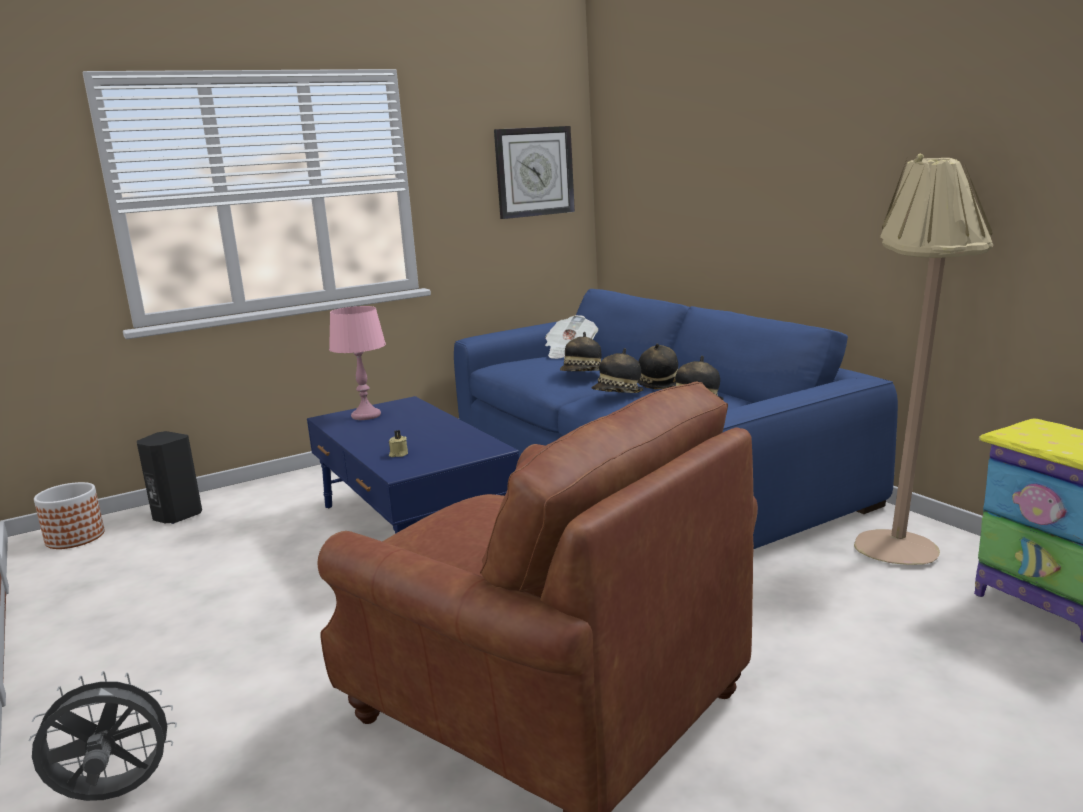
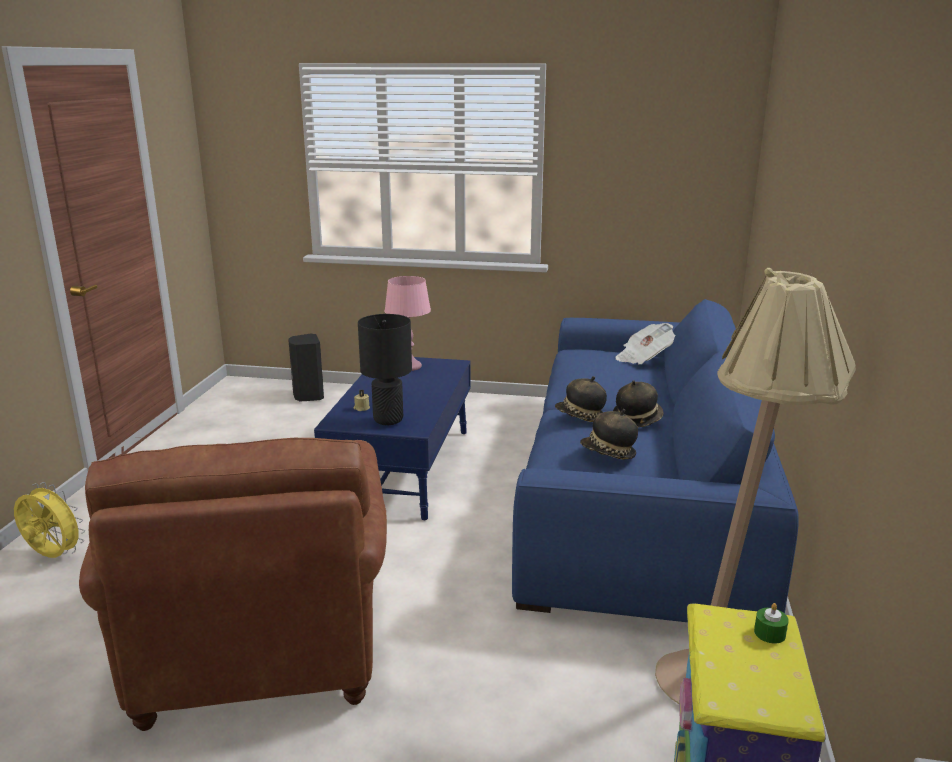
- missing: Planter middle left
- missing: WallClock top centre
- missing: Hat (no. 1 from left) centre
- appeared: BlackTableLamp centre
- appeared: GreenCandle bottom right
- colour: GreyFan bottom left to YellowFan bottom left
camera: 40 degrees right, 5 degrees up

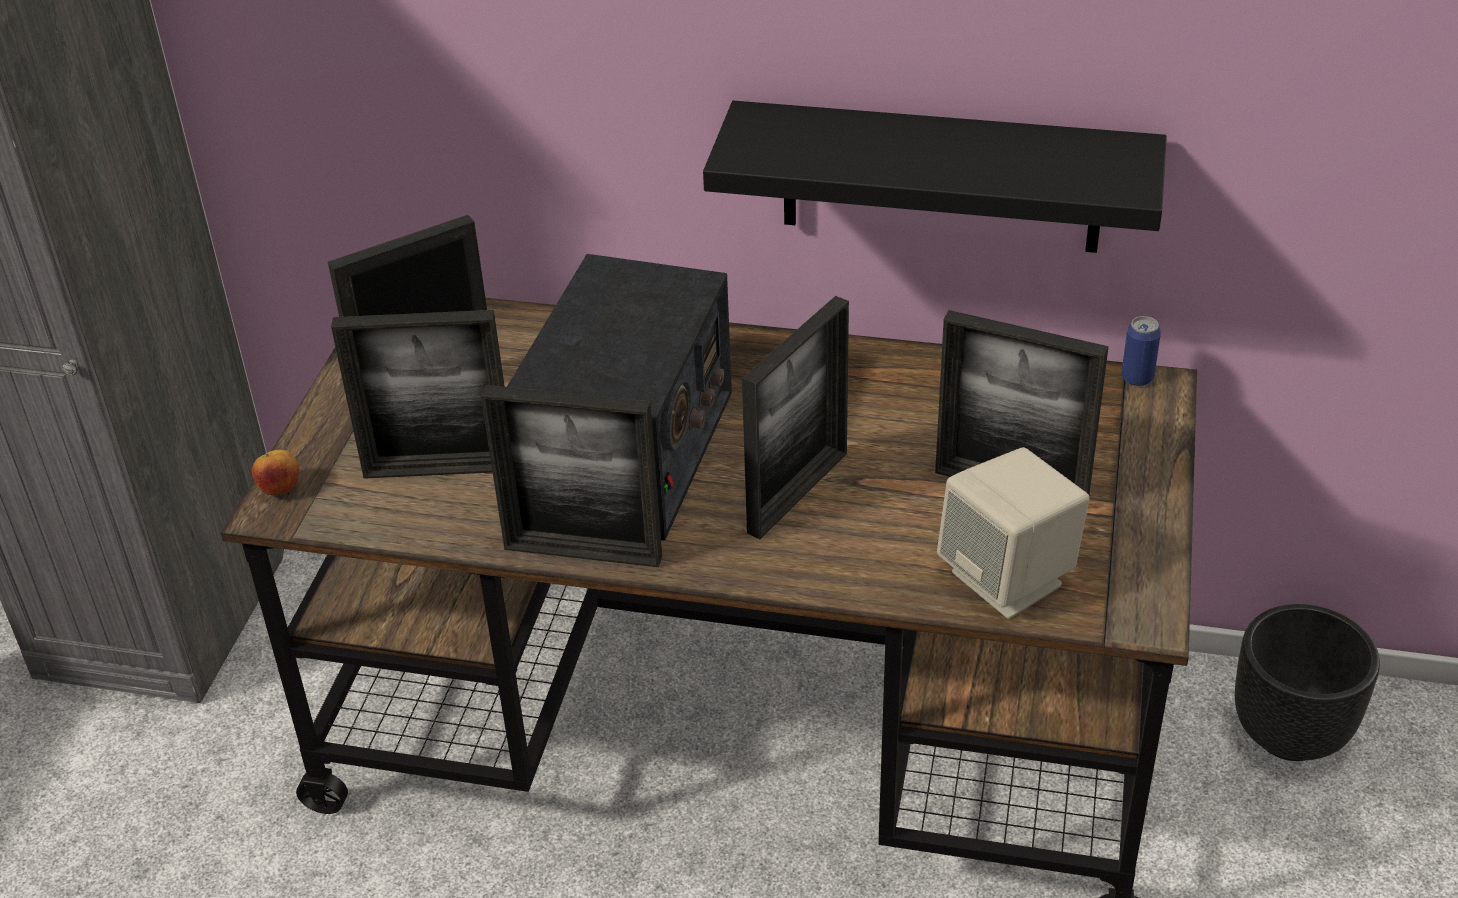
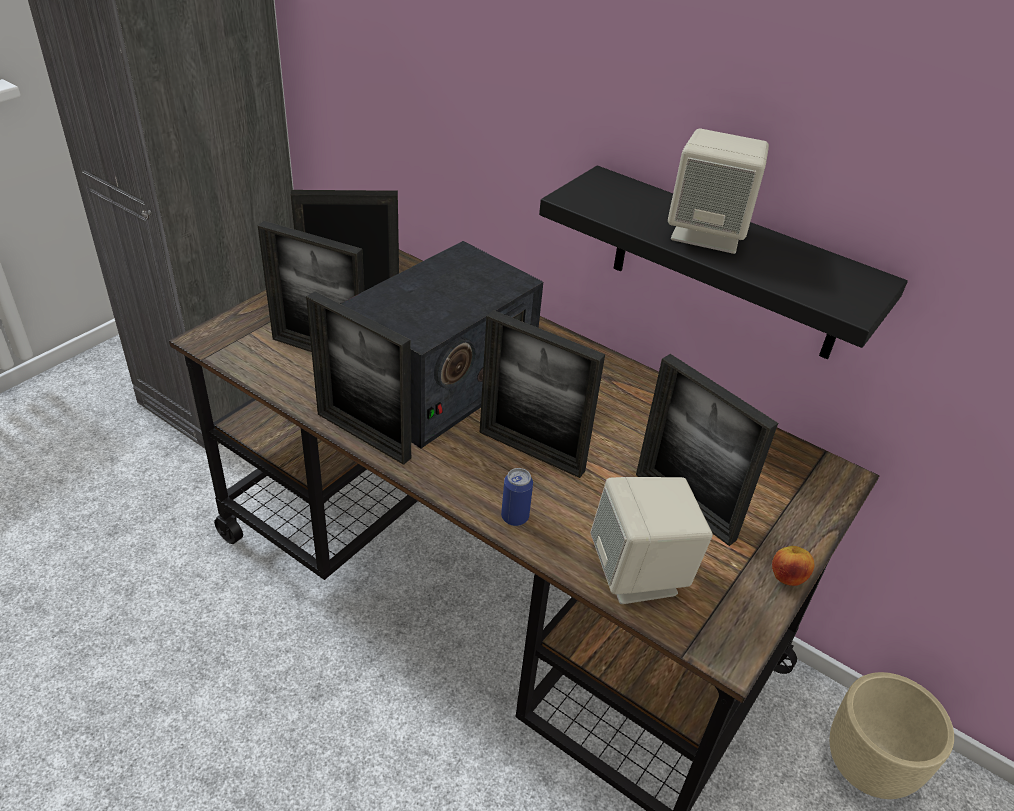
- appeared: BeigeSpeaker (no. 2 from left) top right
- relocated: Apple middle left to bottom right
- relocated: Can middle right to centre
- colour: BlackPlanter bottom right to BeigePlanter bottom right
- spun: PictureFrame (no. 4 from left) centre = centre 60 degrees clockwise
camera: 20 degrees right, 0 degrees up

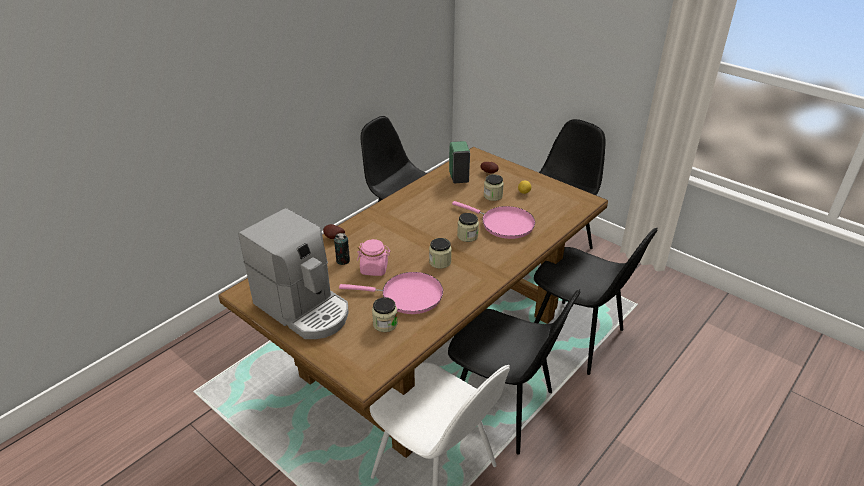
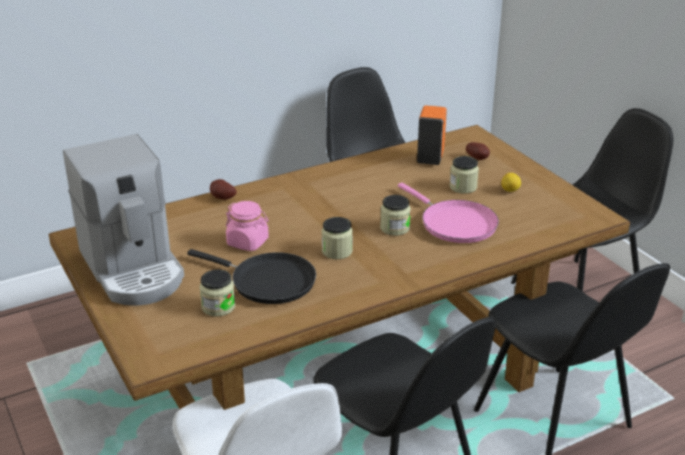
- missing: Can centre
- colour: PinkFryingPan (no. 1 from left) centre to BlackFryingPan centre
- colour: GreenSoapDispenser centre to OrangeSoapDispenser top centre
camera: 20 degrees right, 5 degrees down

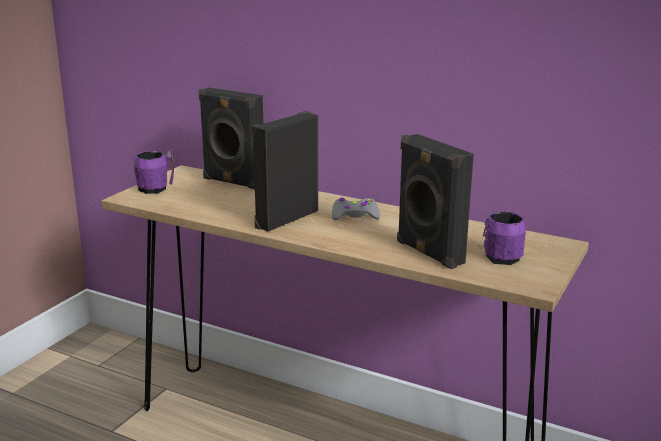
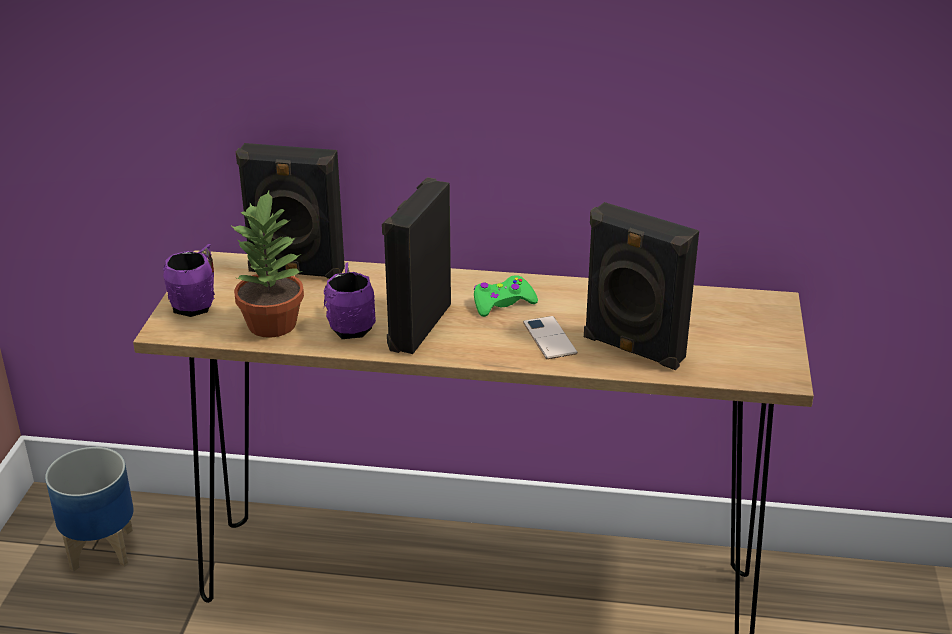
- appeared: Planter bottom left
- appeared: PottedPlant middle left
- appeared: Phone centre
- relocated: PurpleMug (no. 2 from left) middle right to centre
- colour: GreyGameController centre to GreenGameController centre
camera: 20 degrees left, 10 degrees up

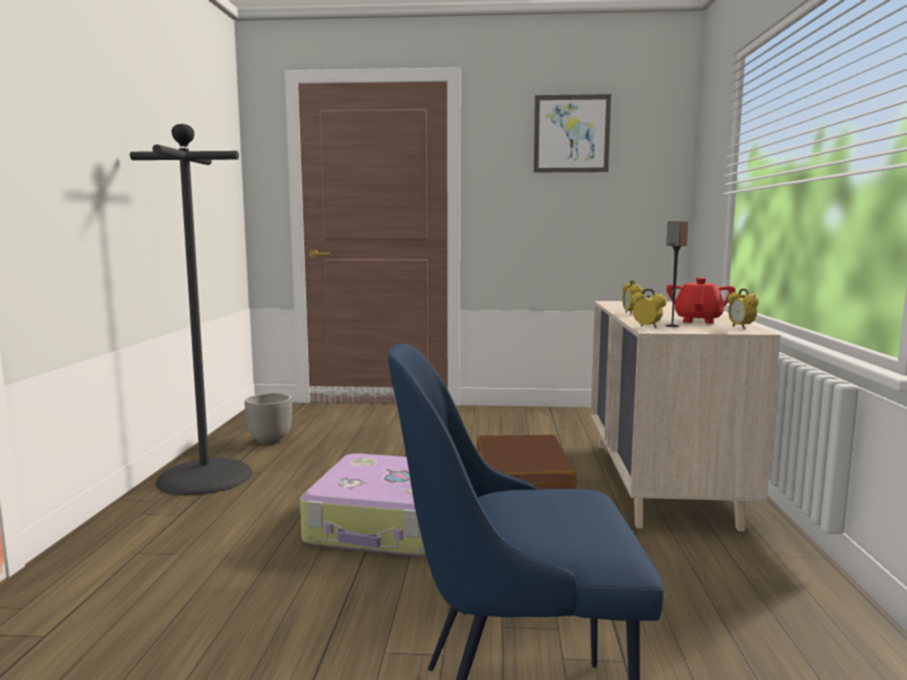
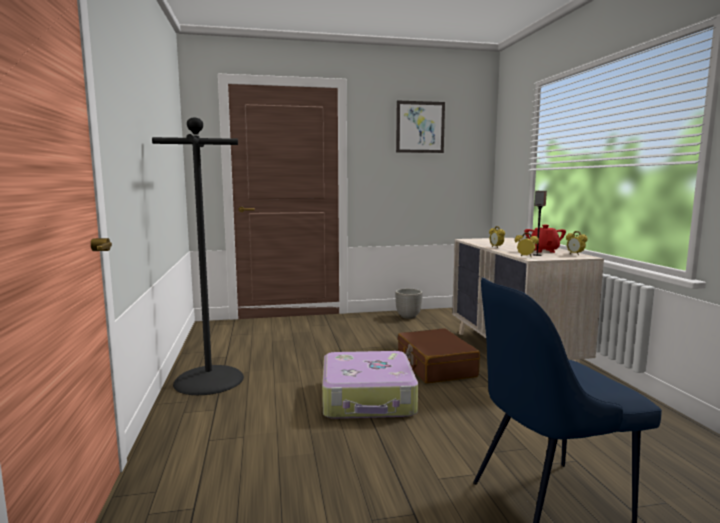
- relocated: Planter middle left to centre
camera: 15 degrees left, 0 degrees up

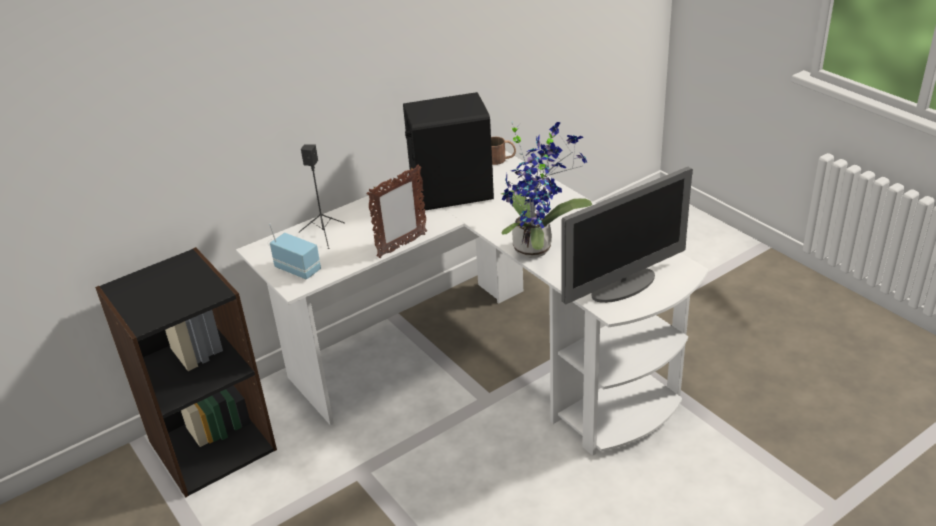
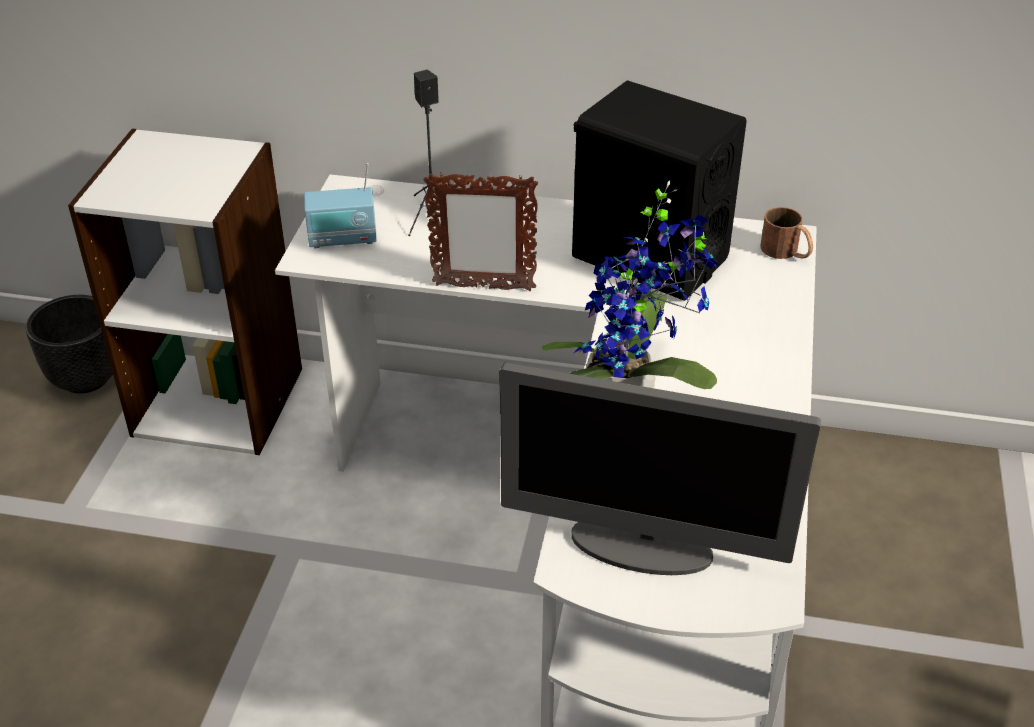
- appeared: BlackPlanter middle left
- colour: BlackBookcase bottom left to WhiteBookcase middle left
- spun: Radio middle left = top left 90 degrees clockwise
camera: 45 degrees right, 5 degrees up

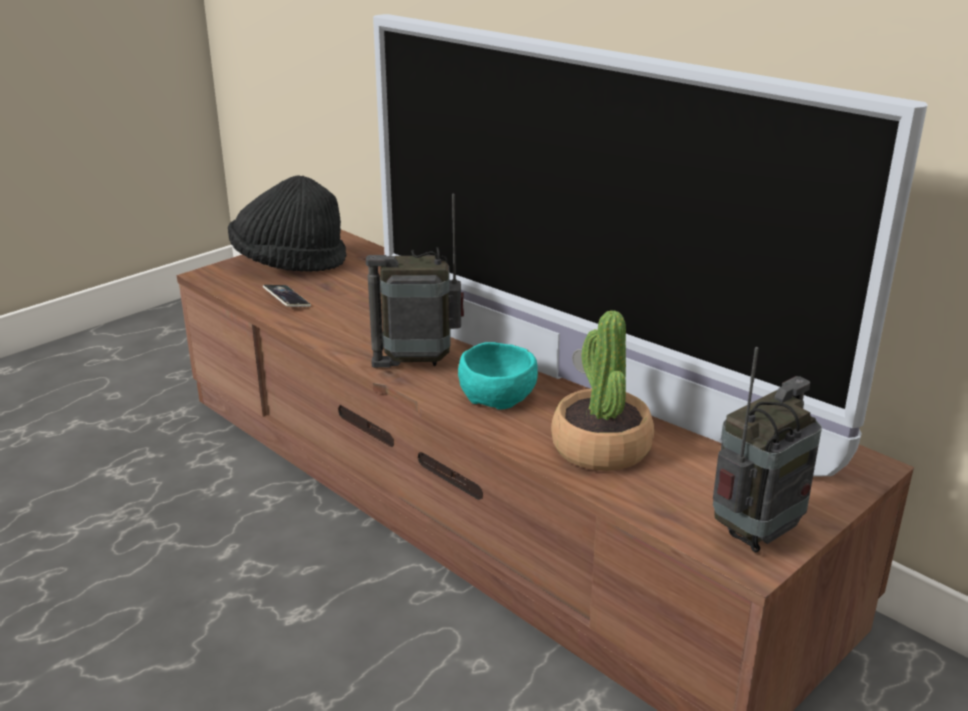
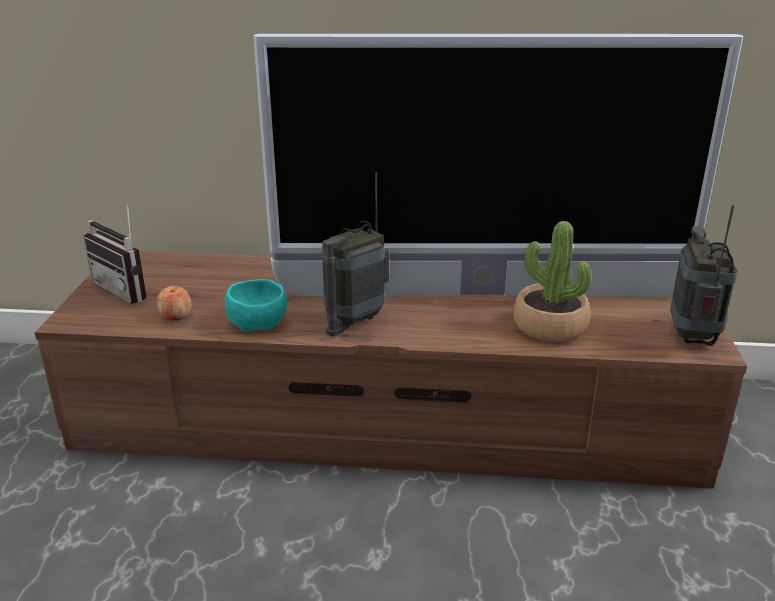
- relocated: TurquoiseBowl centre to middle left
- exchanged: BlackHat top left to Radio (no. 1 from left) middle left
- exchanged: Phone middle left to Apple middle left
camera: 40 degrees left, 0 degrees up

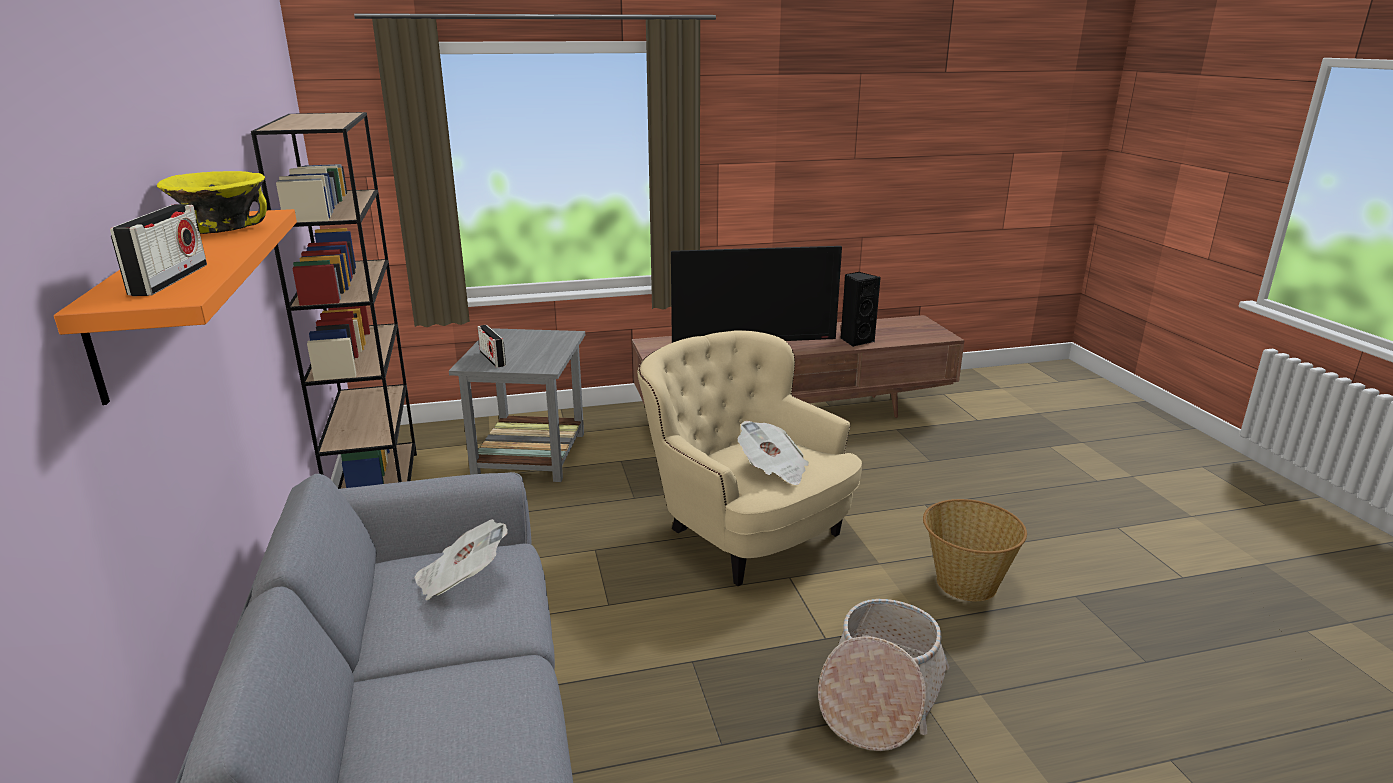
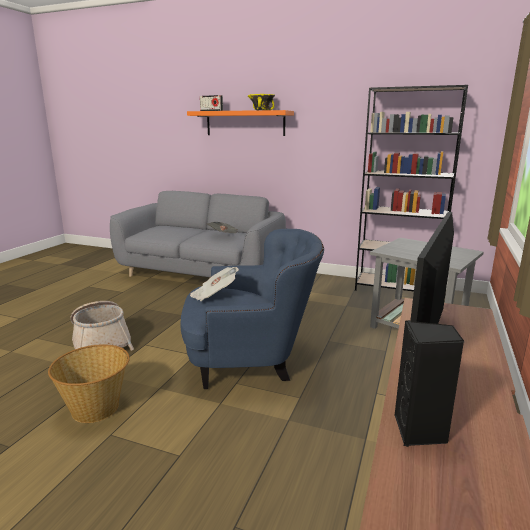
- missing: Radio (no. 2 from left) centre
- colour: BeigeArmchair centre to BlueArmchair centre
camera: 125 degrees right, 5 degrees down

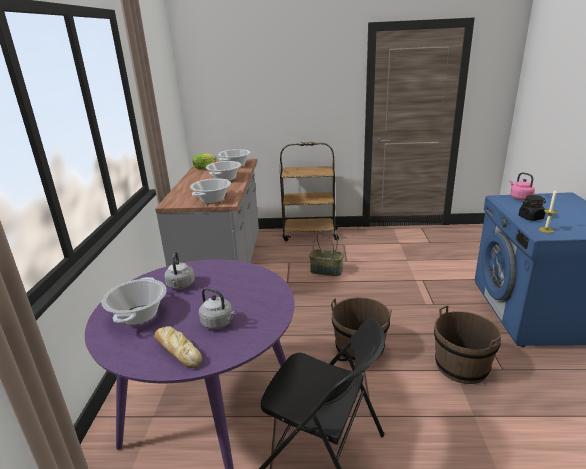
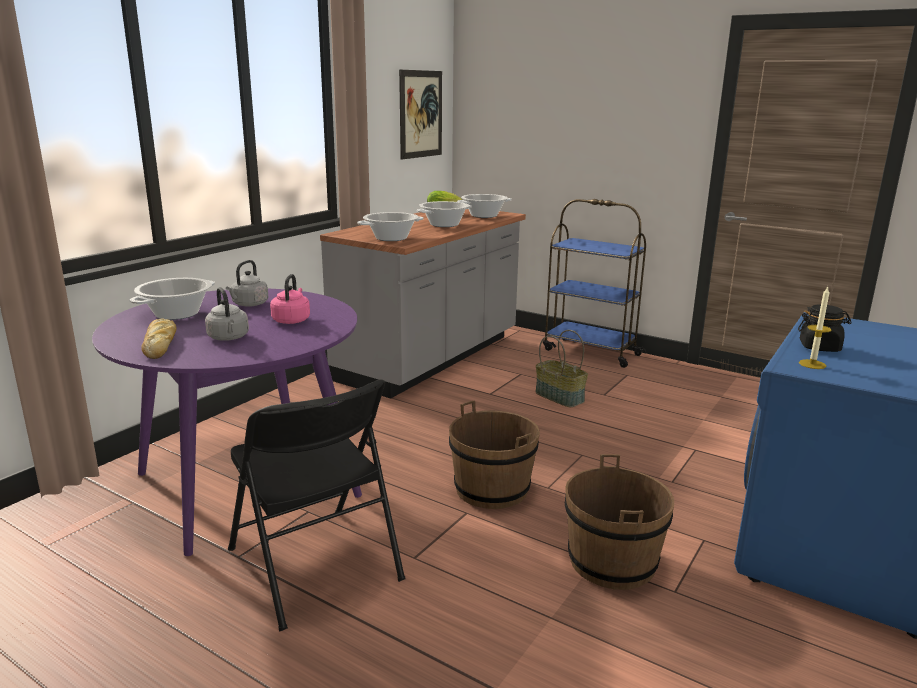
- appeared: Picture top centre
- relocated: PinkKettle middle right to middle left
- colour: BrownCart centre to BlueCart centre
camera: 30 degrees right, 5 degrees down

